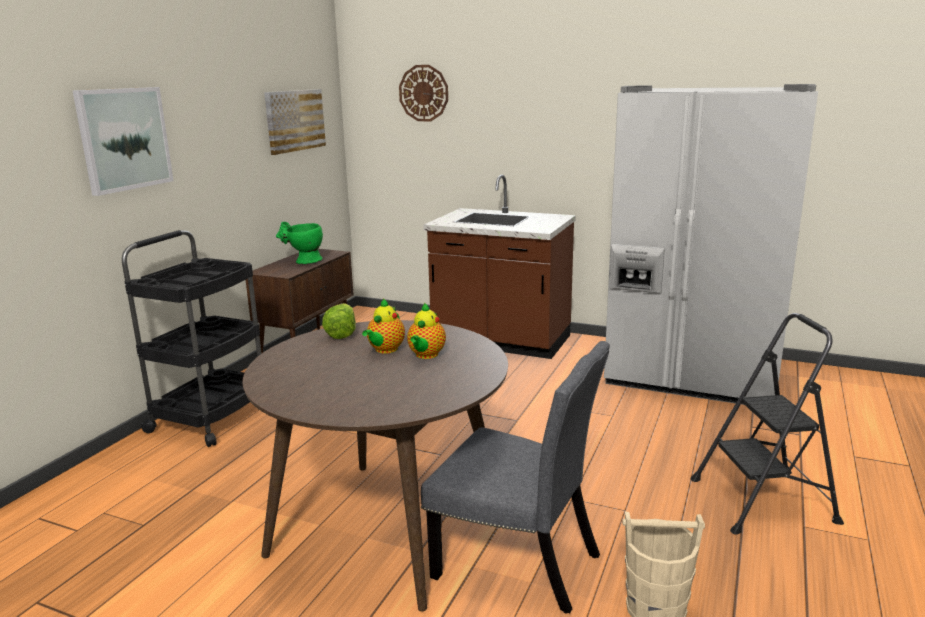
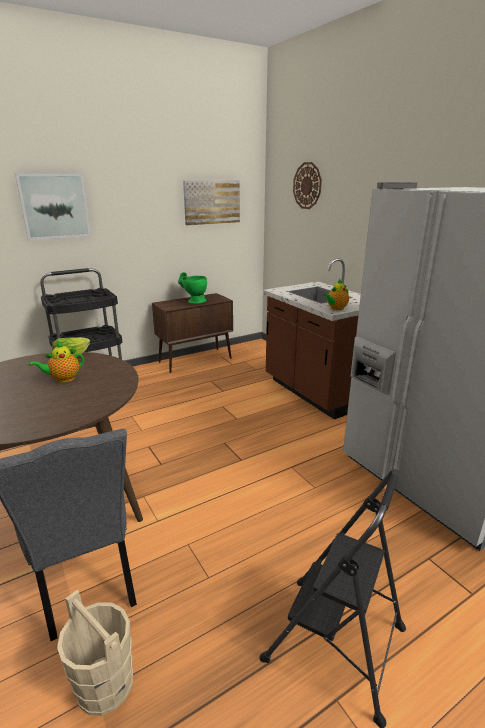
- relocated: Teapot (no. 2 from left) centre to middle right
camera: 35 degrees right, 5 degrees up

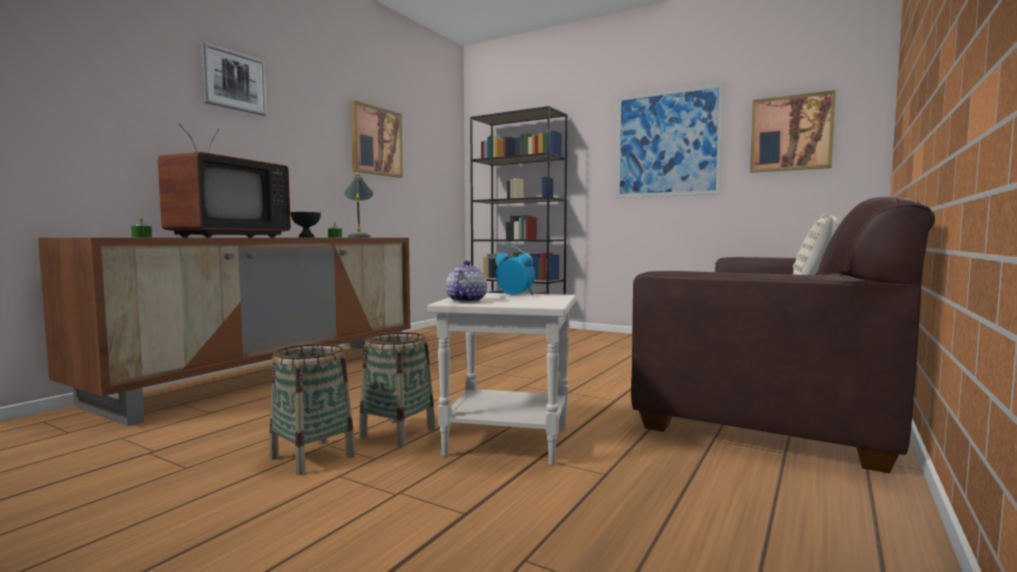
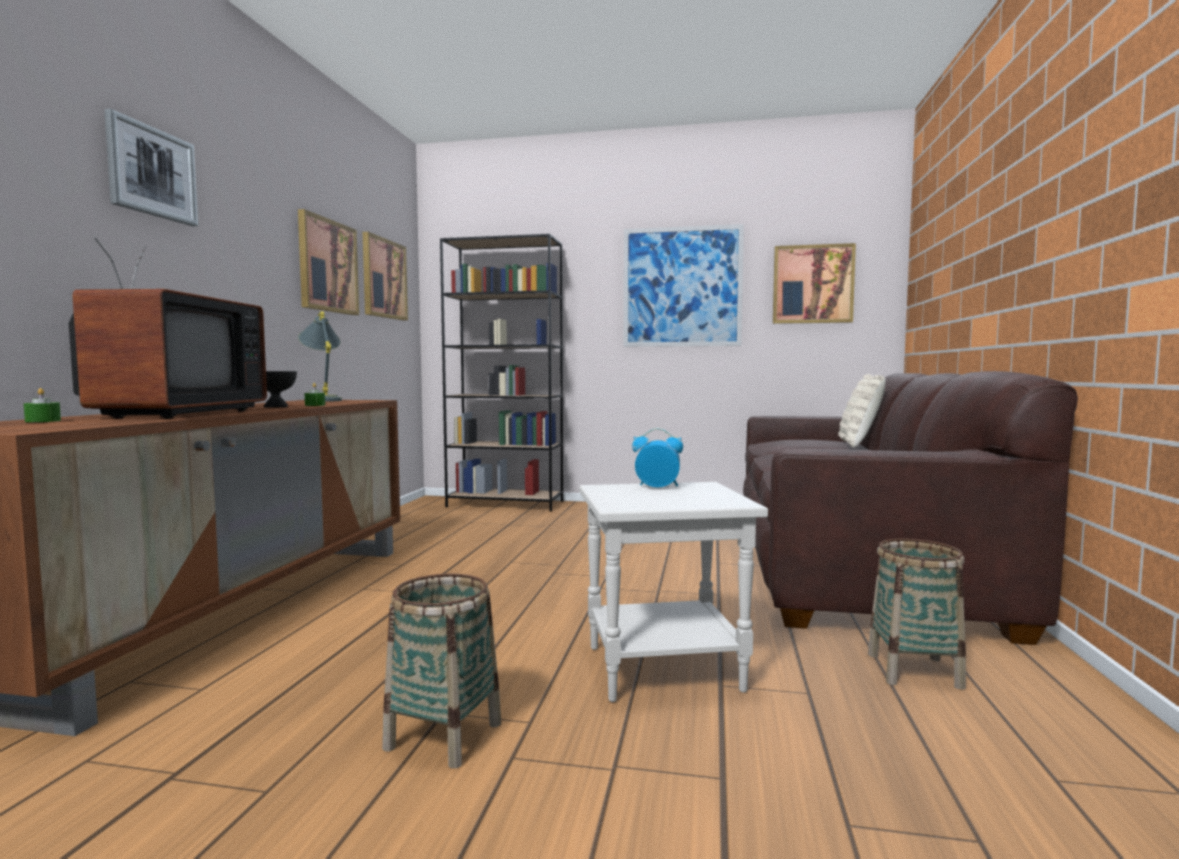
- missing: Teapot centre
- appeared: Picture (no. 3 from left) top left
- relocated: Basket (no. 2 from left) bottom centre to bottom right
camera: 20 degrees left, 0 degrees up

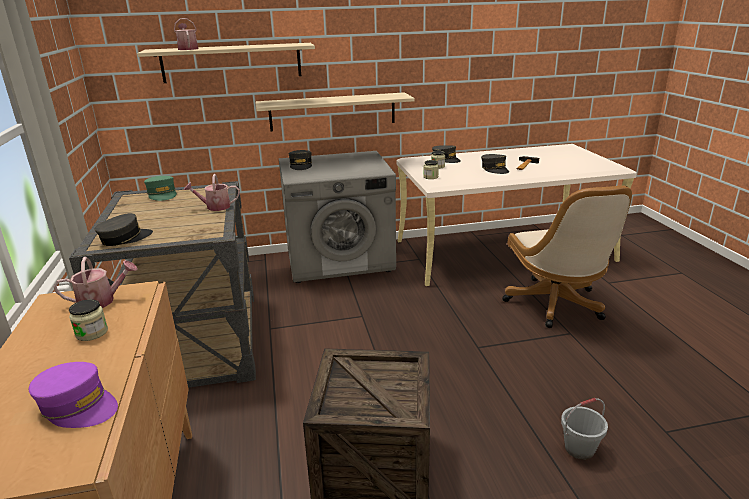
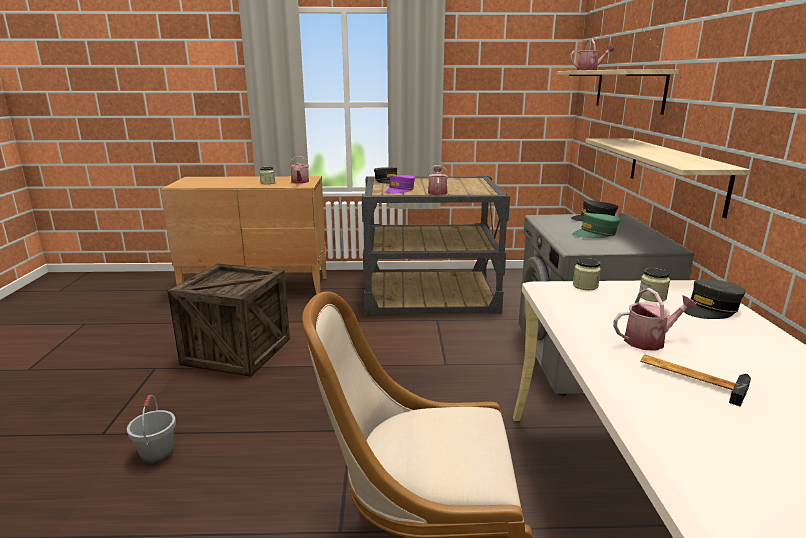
- relocated: PurpleCap bottom left to centre
- relocated: GreenCap middle left to middle right
- exchanged: GreyCap (no. 4 from left) top centre to WateringCan (no. 4 from left) middle right
camera: 100 degrees right, 5 degrees down

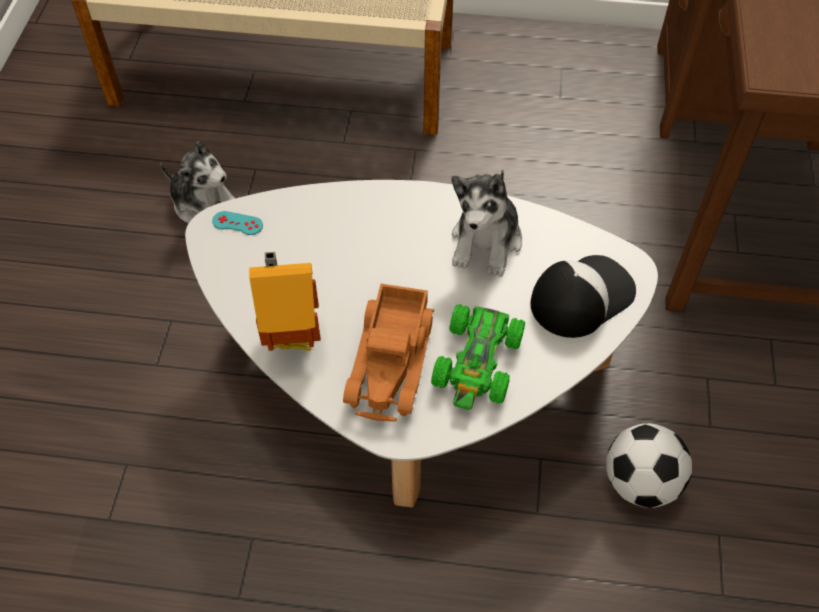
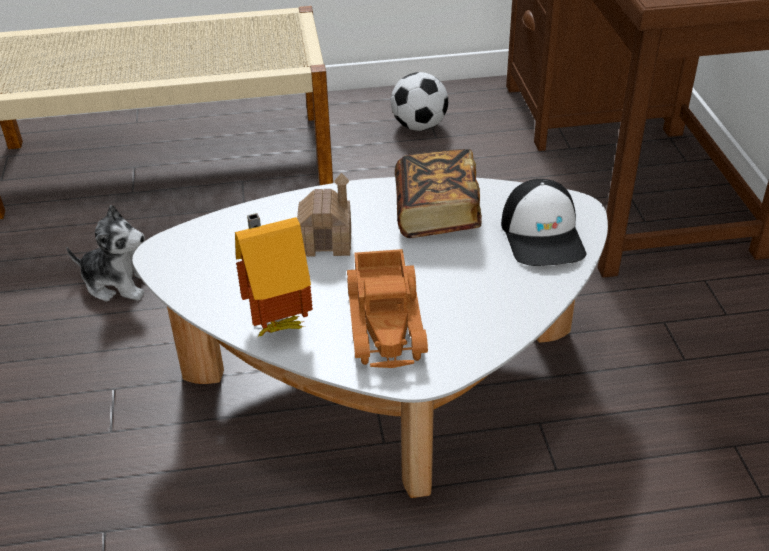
- missing: TurquoiseGameController middle left
- missing: GreenToyCar centre
- appeared: ToyHouse (no. 2 from left) centre
- relocated: Football bottom right to top centre
- exchanged: PlushToy (no. 2 from left) centre to Book centre
- spun: Cap middle right = middle right 135 degrees clockwise
camera: 15 degrees left, 15 degrees down

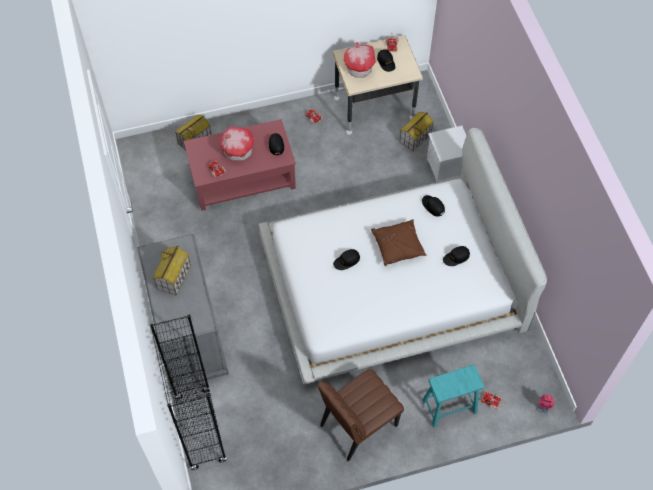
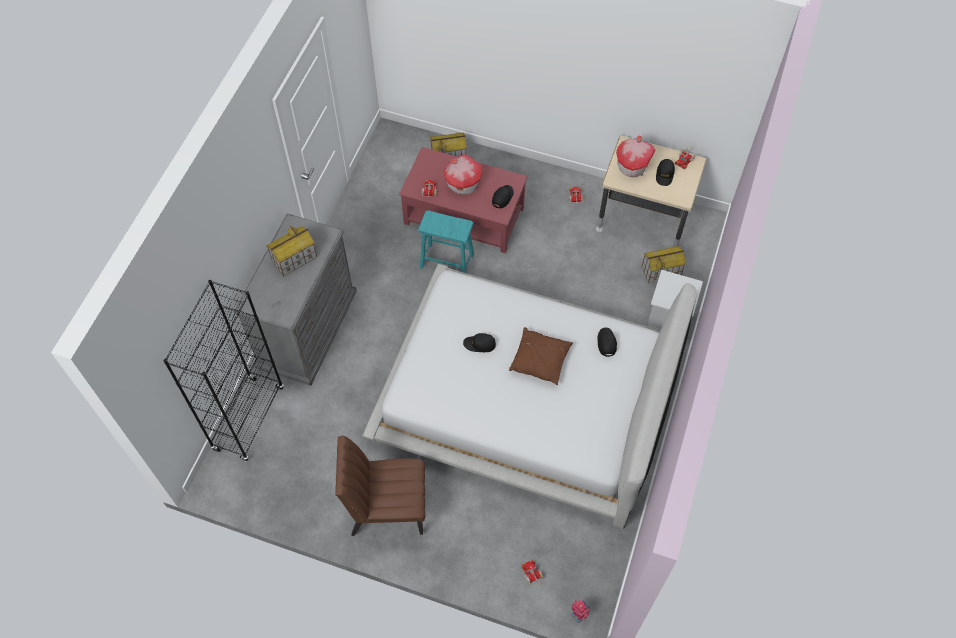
- missing: BlackCap (no. 5 from left) middle right
- relocated: TurquoiseStool bottom right to centre
camera: 35 degrees right, 0 degrees up

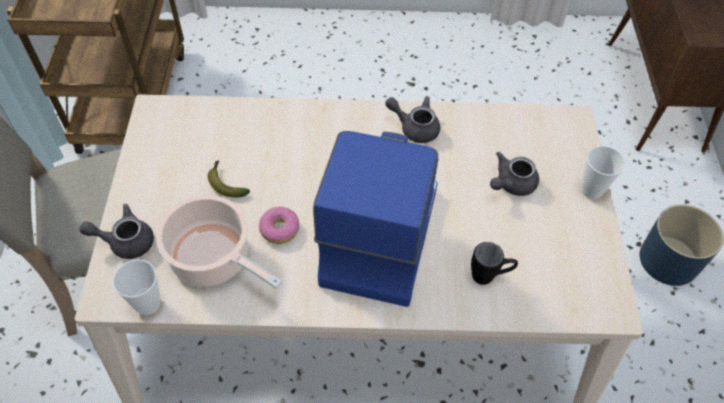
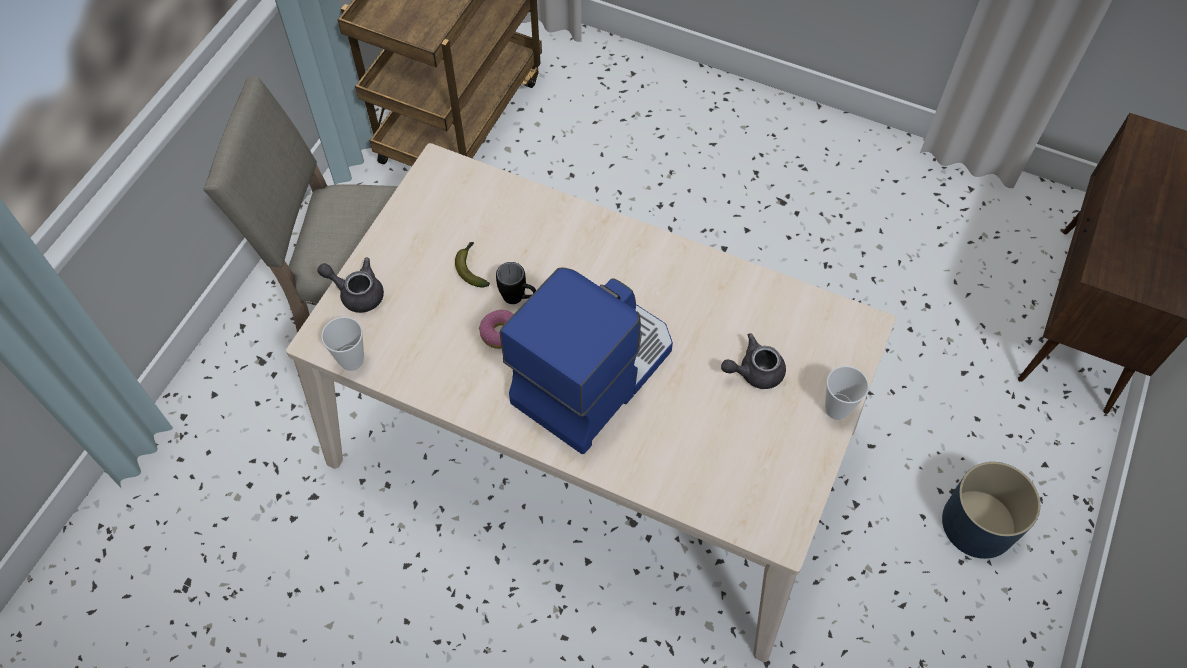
- missing: CookingPot middle left
- missing: GreyTeapot (no. 2 from left) top centre
- relocated: BlackMug middle right to centre
camera: 25 degrees right, 5 degrees up

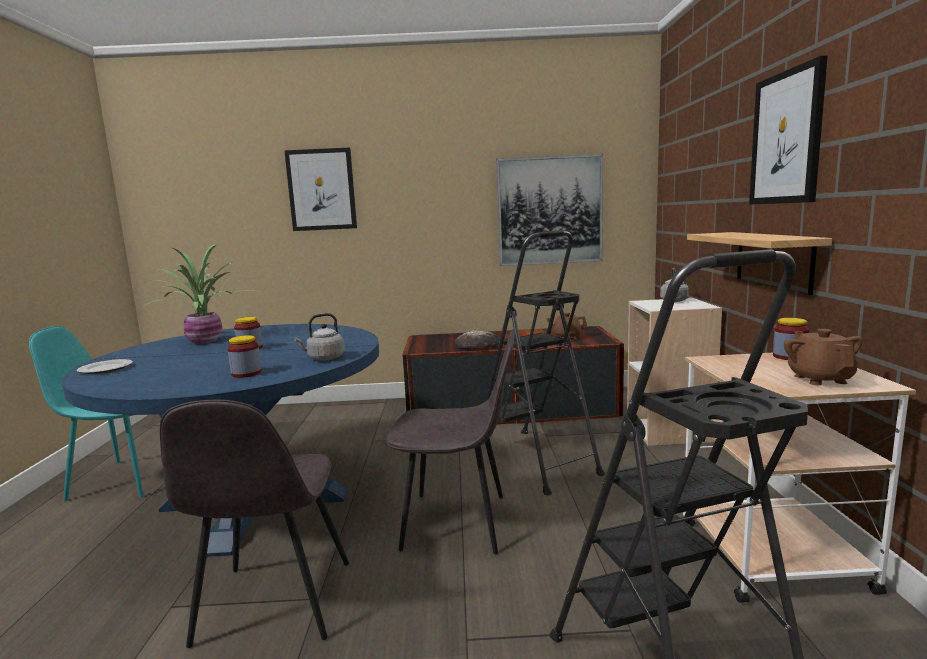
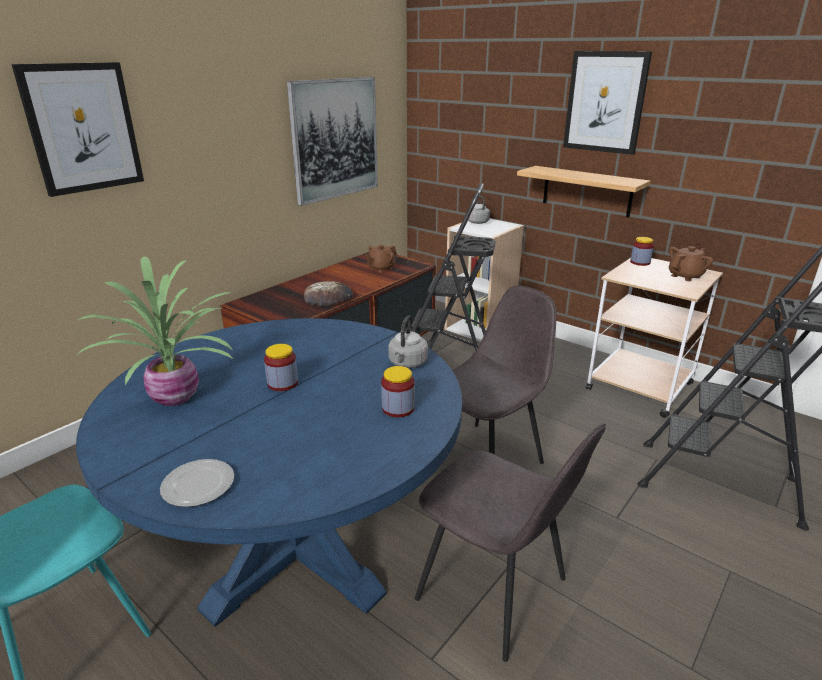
- spun: BrownTeapot (no. 2 from left) middle right = middle right 105 degrees clockwise
camera: 50 degrees left, 15 degrees up

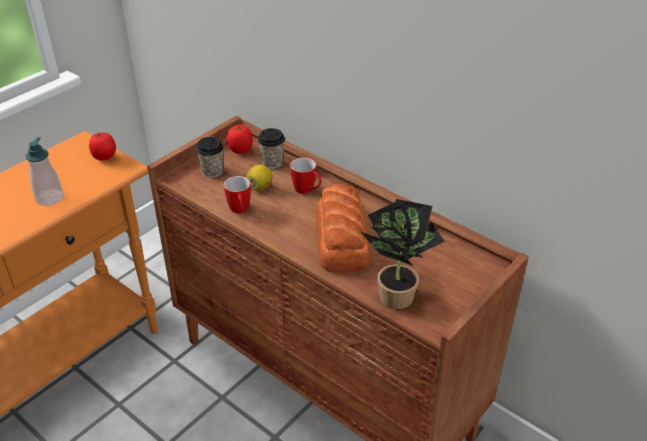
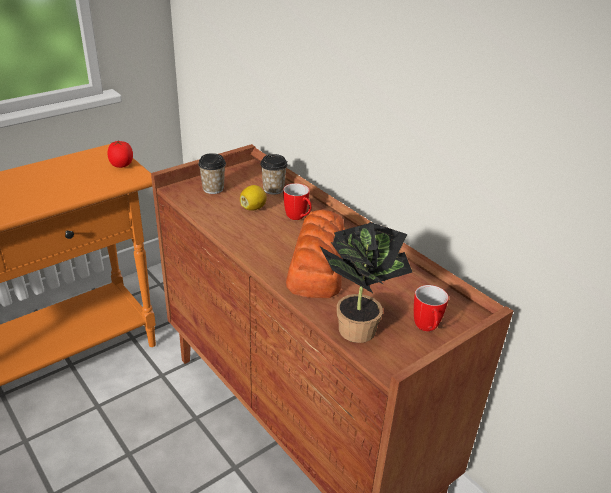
- missing: SoapDispenser middle left
- missing: Tomato (no. 2 from left) top centre
- relocated: Mug (no. 1 from left in the first image) centre to Mug (no. 2 from left) middle right
camera: 10 degrees right, 5 degrees down

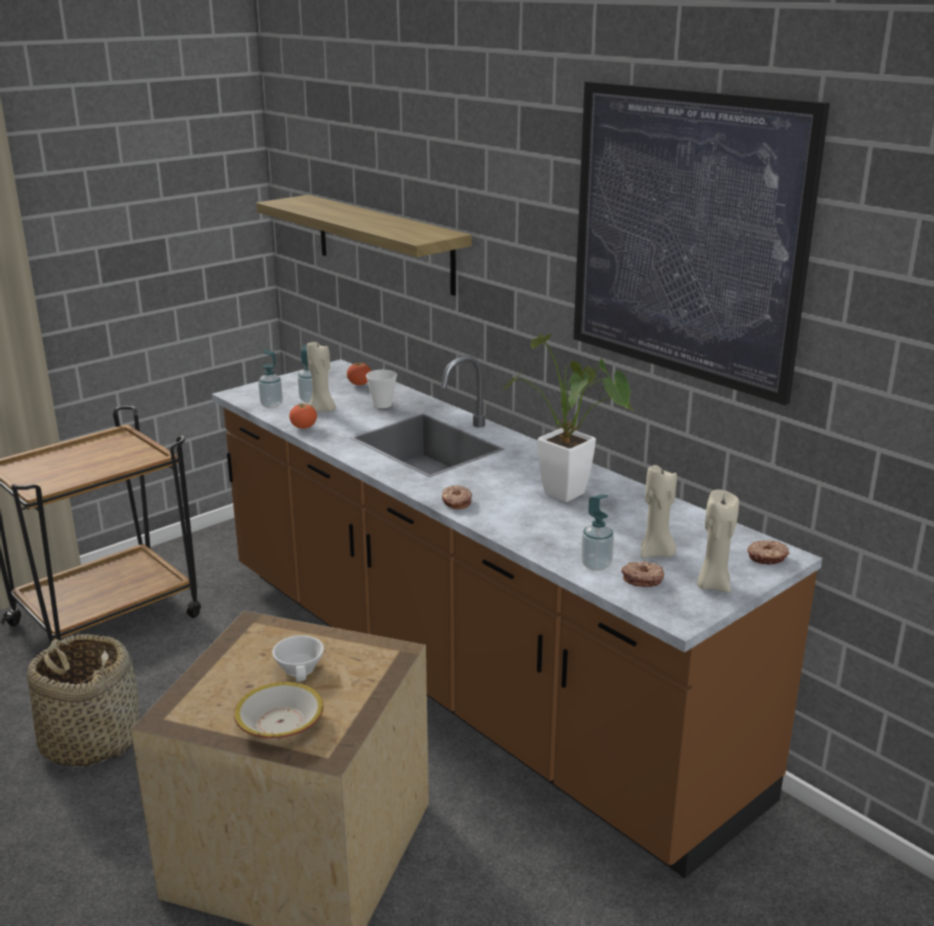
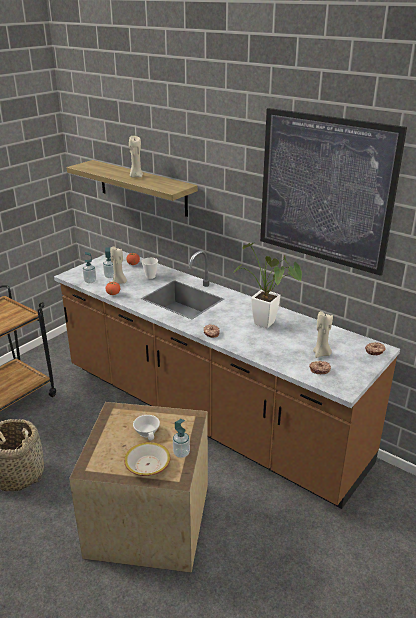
- relocated: SoapDispenser (no. 3 from left) centre to bottom centre
- relocated: BeigeCandle (no. 3 from left in the first image) middle right to BeigeCandle (no. 2 from left) top left
camera: 10 degrees left, 5 degrees up

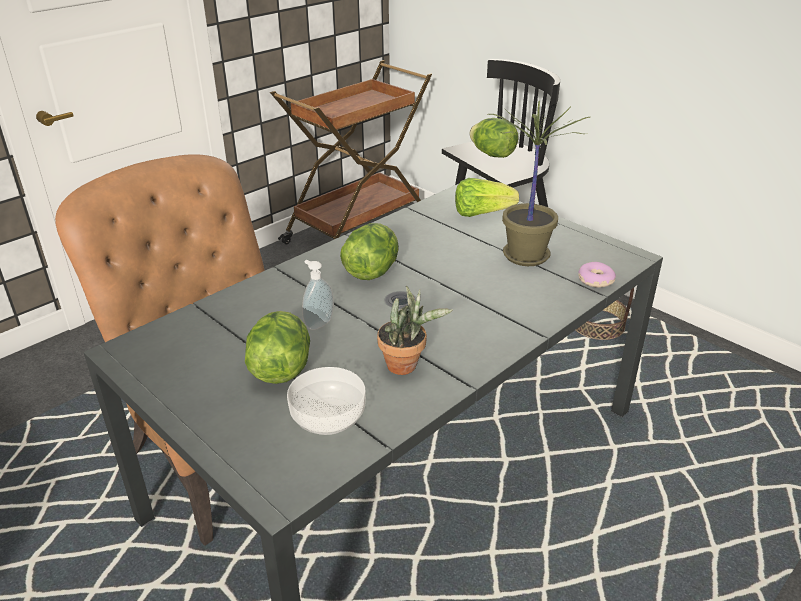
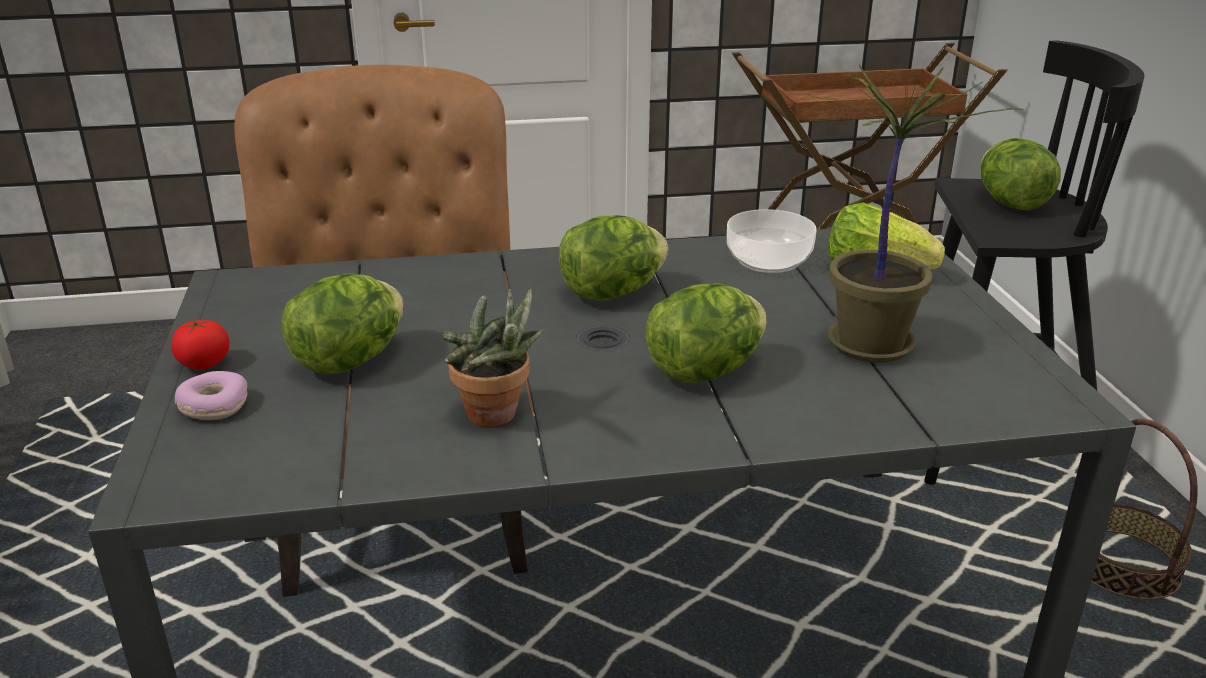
- missing: SoapDispenser centre
- appeared: Tomato middle left
- appeared: Lettuce (no. 3 from left) centre
- relocated: Bowl bottom centre to centre
- relocated: Donut middle right to middle left
camera: 35 degrees right, 5 degrees down

